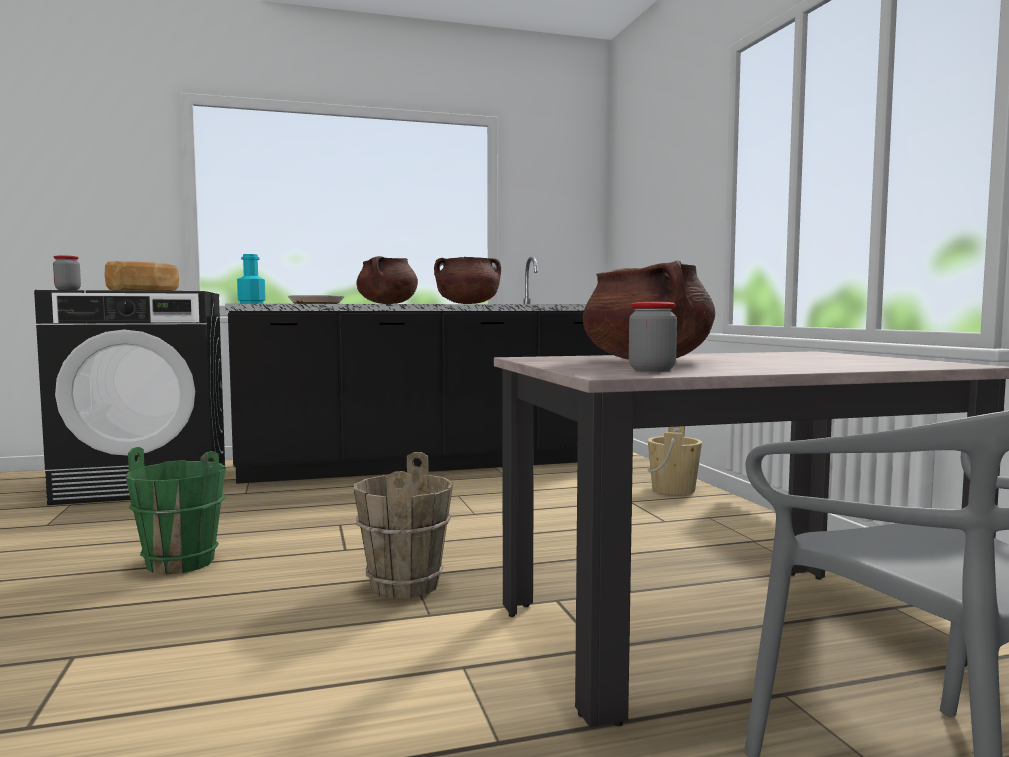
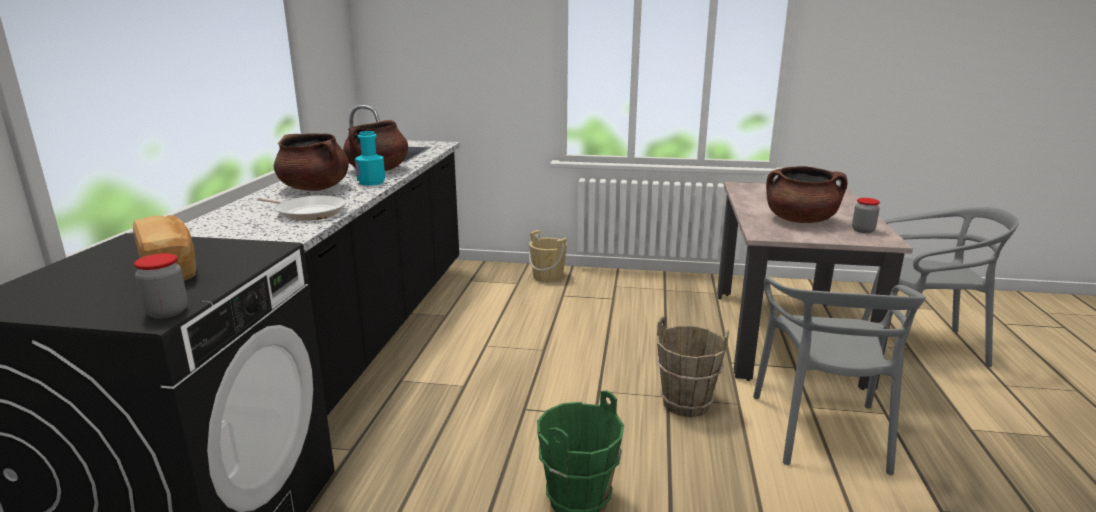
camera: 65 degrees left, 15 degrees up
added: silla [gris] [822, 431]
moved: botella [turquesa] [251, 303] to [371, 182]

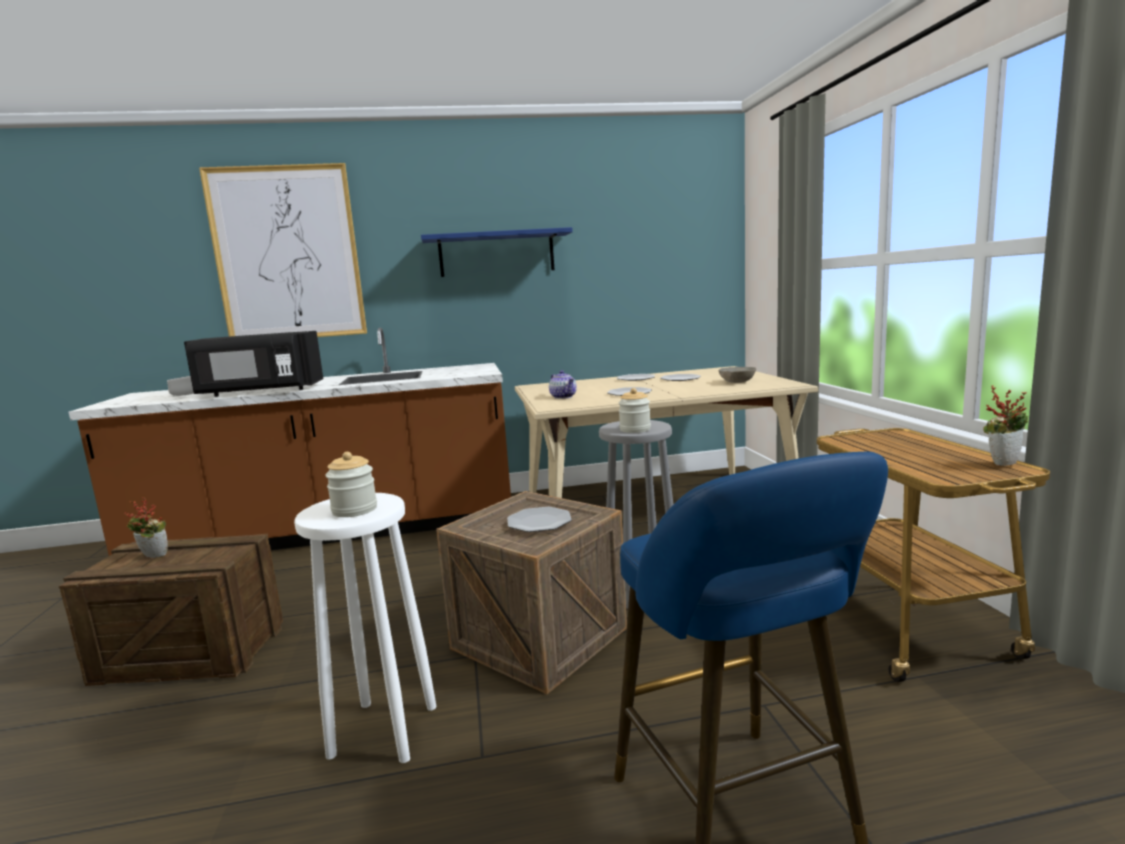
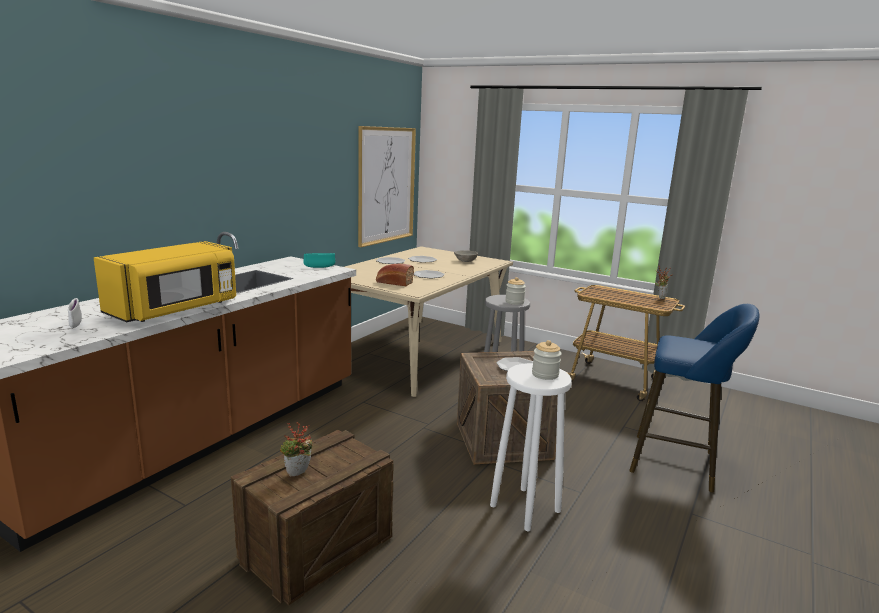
camera: 50 degrees left, 5 degrees up
removed: estante [azul] [496, 254]
added: cuenco [turquesa] [319, 267]
moved: cuadro [288, 254] to [386, 185]
replaced: tetera [563, 397] to pan [393, 282]
recoloured: microondas [negro] [260, 391] to microondas [amarillo] [175, 309]

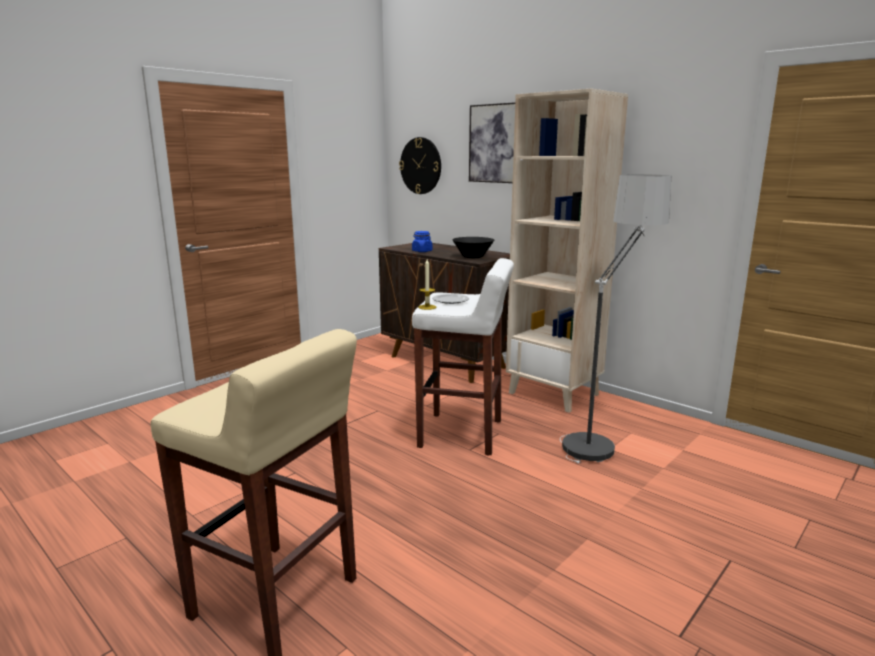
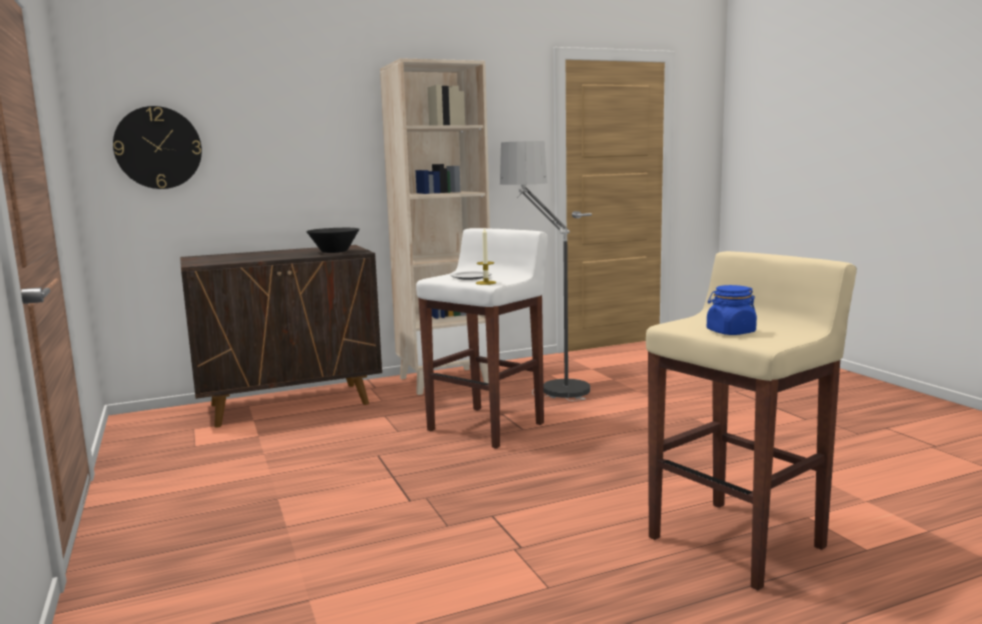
camera: 65 degrees left, 5 degrees down
removed: cuadro [495, 143]
moved: tarro [azul] [422, 251] to [730, 332]

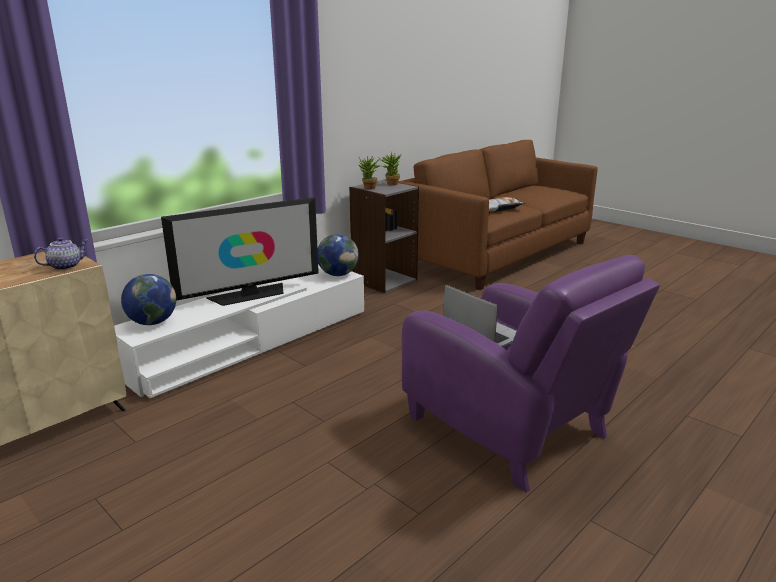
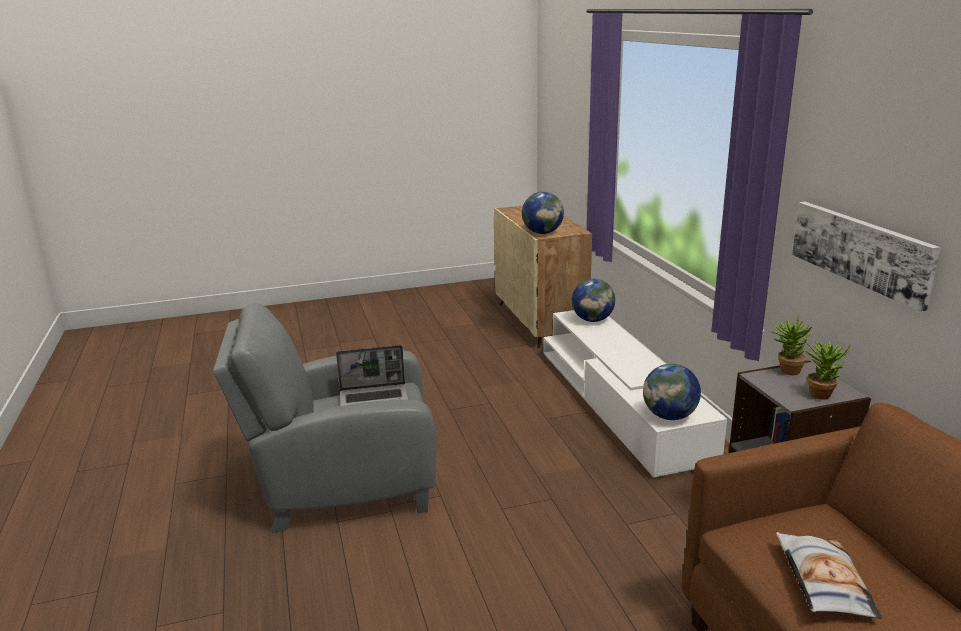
camera: 120 degrees right, 0 degrees up
removed: televisor [249, 295]
added: cuadro [861, 251]
replaced: tetera [65, 266] to globo terráqueo [542, 233]
recoloured: sillón [morado] [511, 430] to sillón [gris] [342, 485]

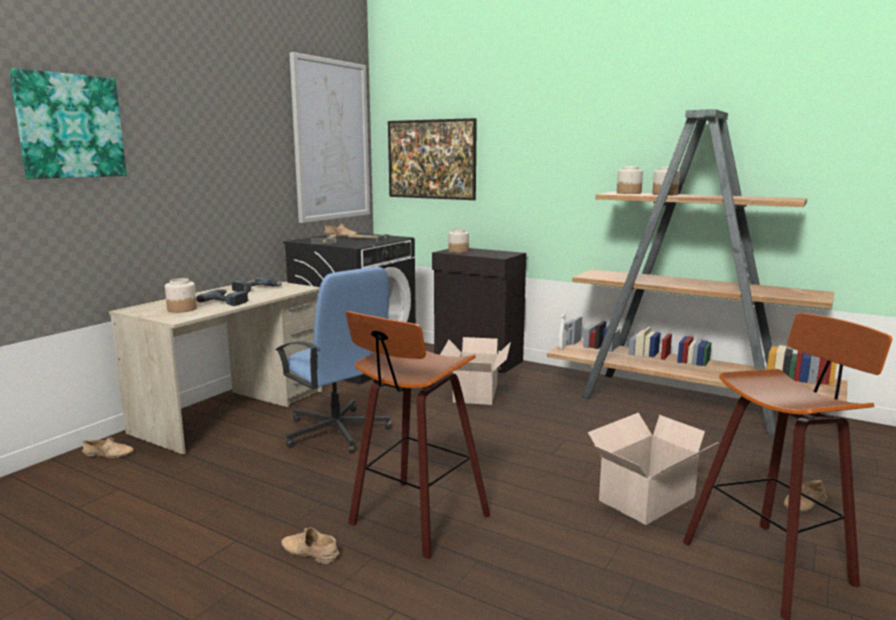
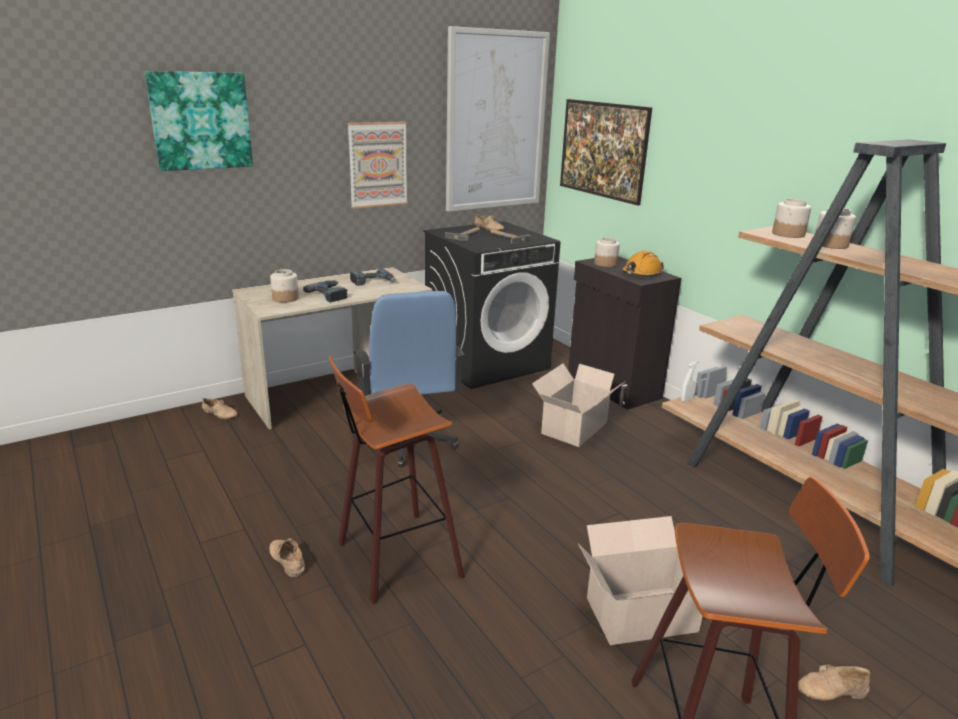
camera: 25 degrees right, 10 degrees up
added: cuadro [377, 164]; casco [naranja] [641, 274]

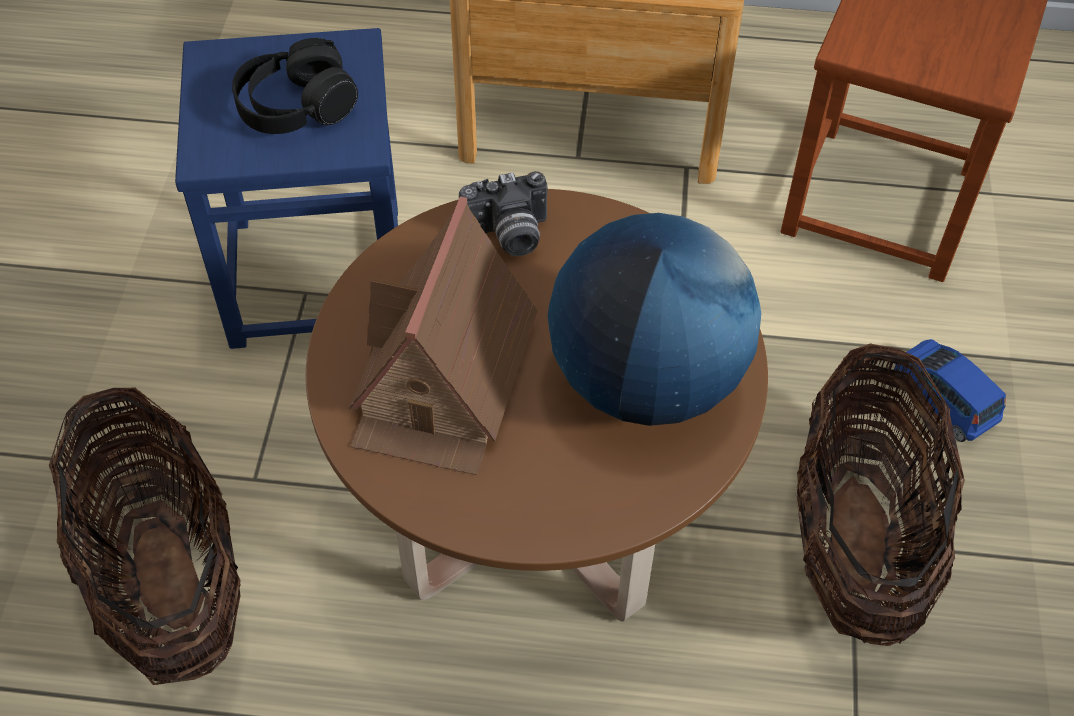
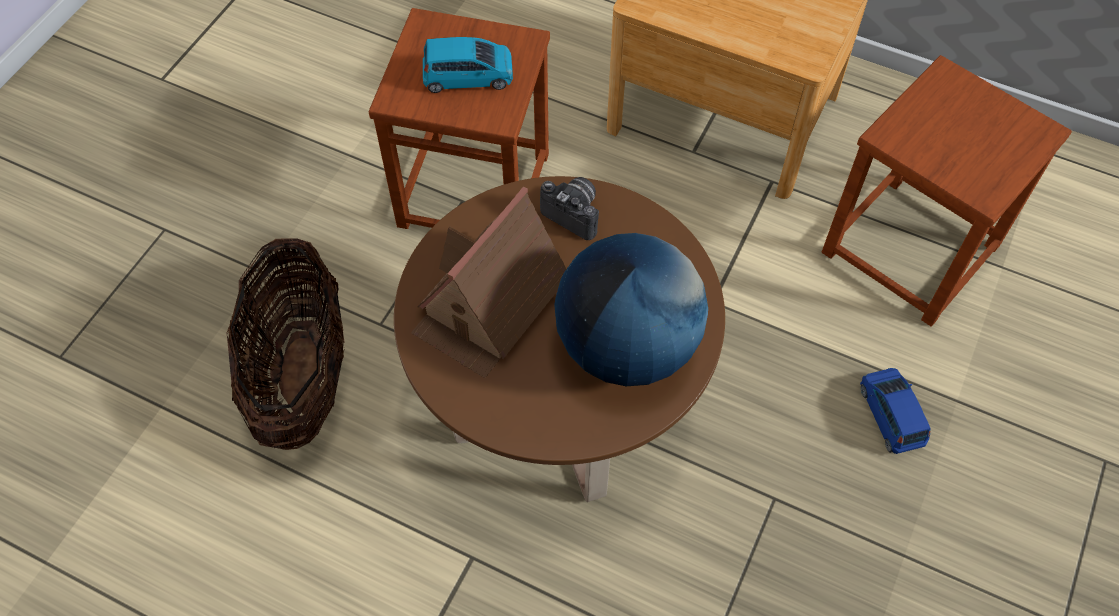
camera: 20 degrees right, 5 degrees up
removed: cesta [856, 539]
replaced: auriculares [negro] [296, 106] to coche de juguete [azul] [468, 77]
recoloured: taburete [azul] [317, 273] to taburete [marrón] [475, 189]
turned: cámara [508, 236] = [575, 213] 150 degrees counterclockwise

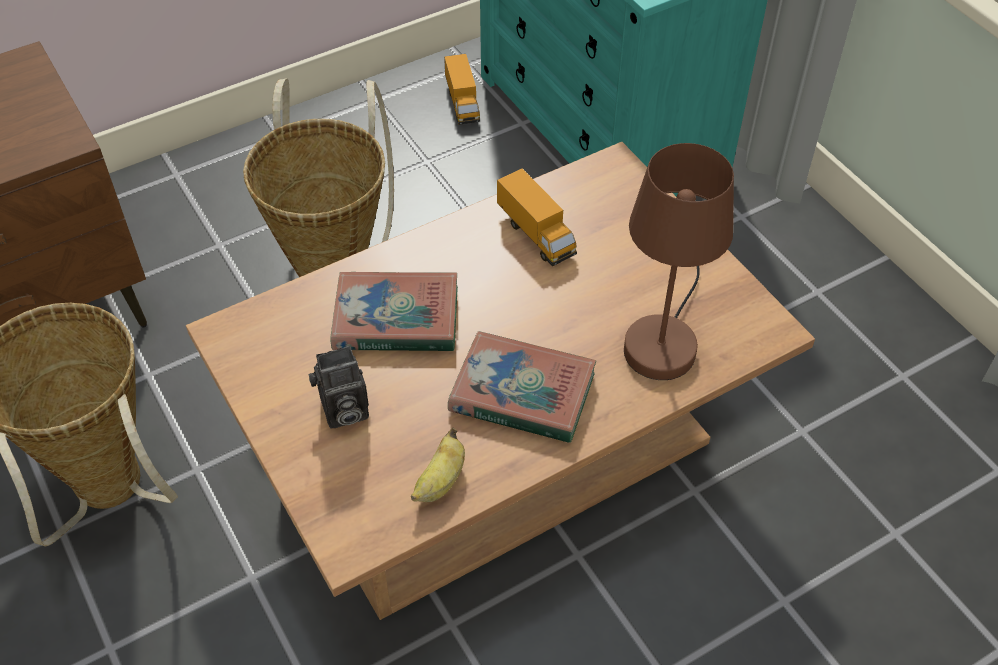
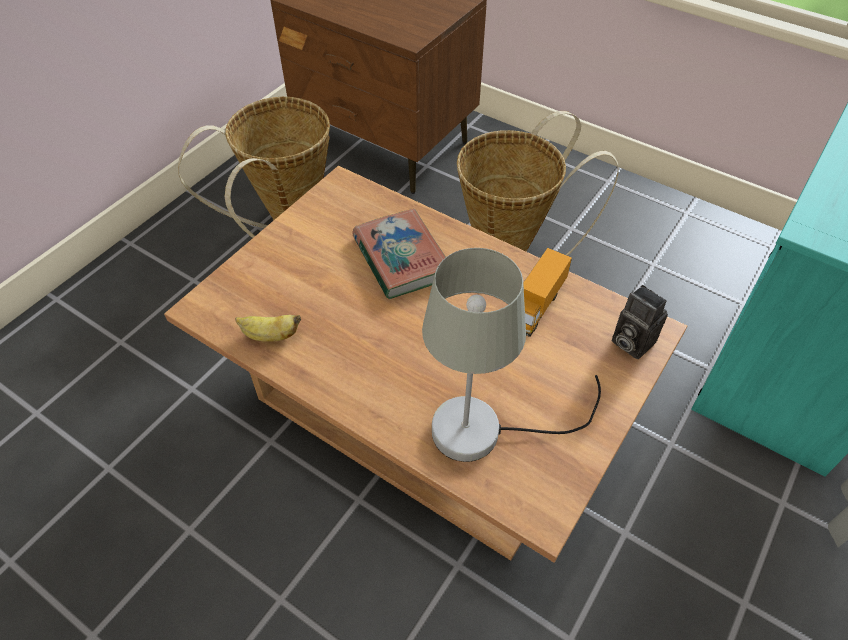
camera: 65 degrees right, 0 degrees up
removed: camión de juguete [462, 103]; libro [522, 393]
moved: cámara [343, 412] to [629, 342]
recoloured: lámpara de mesa [marrón] [664, 333] to lámpara de mesa [gris] [486, 428]

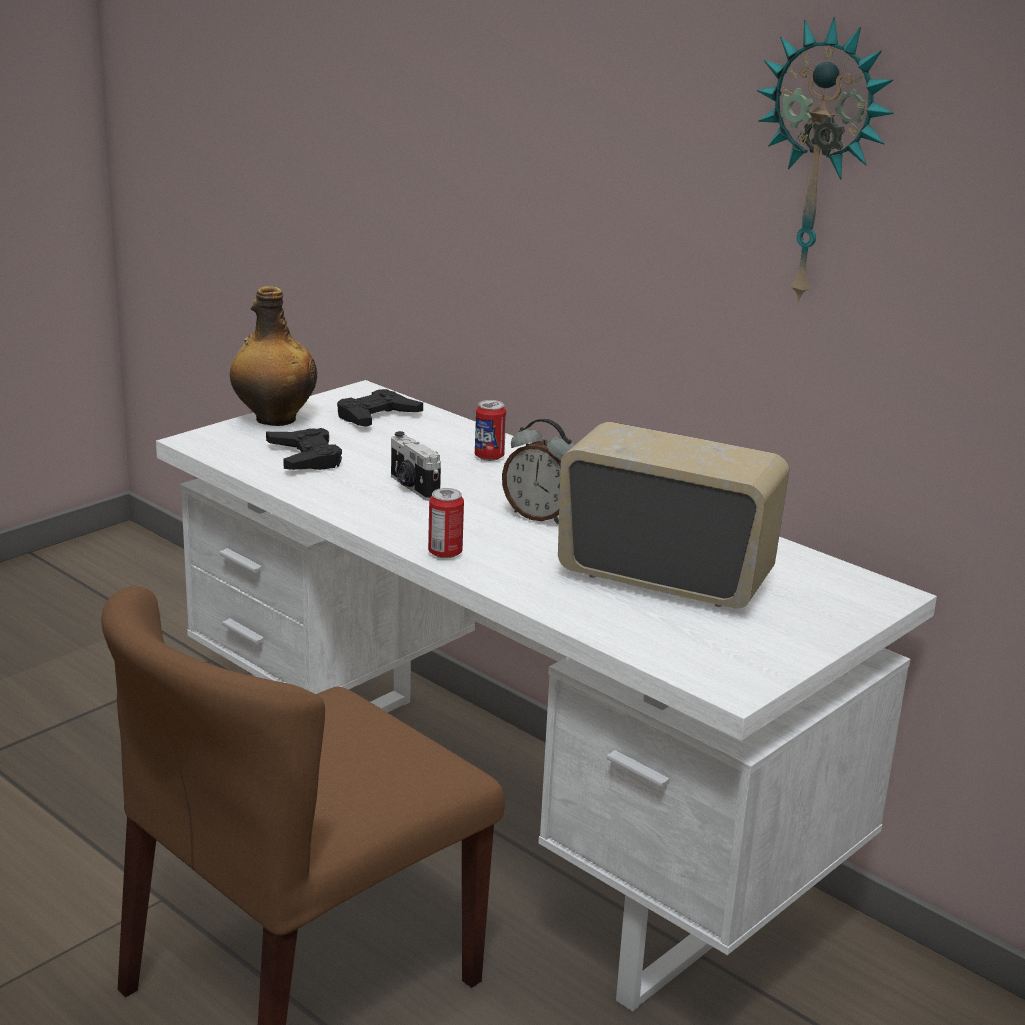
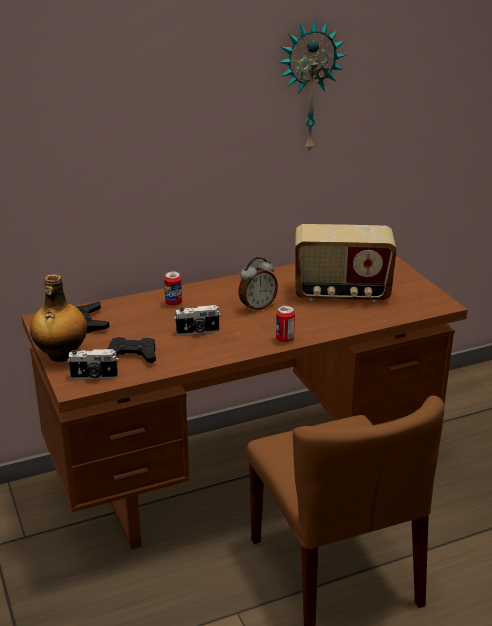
camera: 65 degrees left, 5 degrees up
added: cámara [94, 376]
recoloured: escritorio [blanco] [503, 831] to escritorio [marrón] [247, 473]
turned: radio [665, 579] = [341, 294] 135 degrees counterclockwise

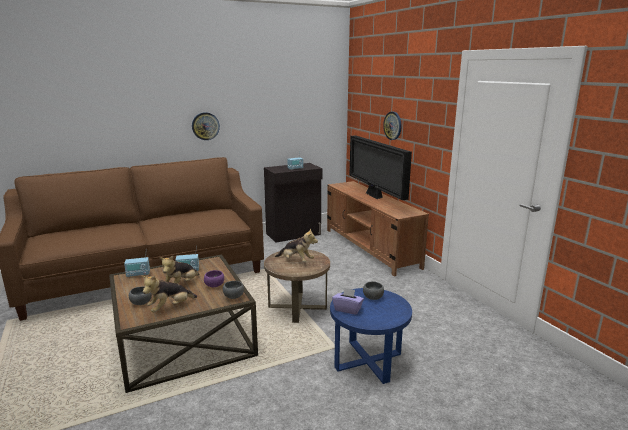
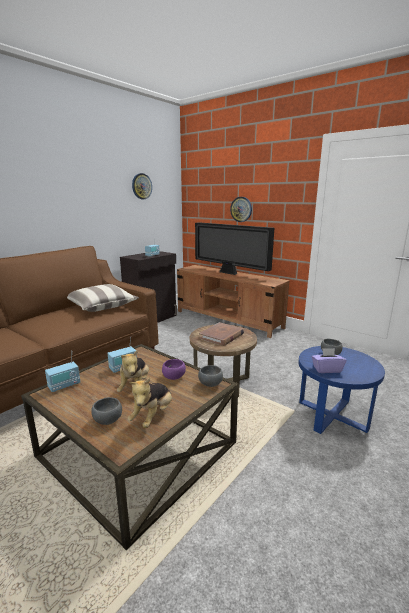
camera: 25 degrees left, 0 degrees up
added: cojín [101, 306]
moved: reloj de pared [205, 126] to [141, 186]
replaced: peluche [296, 261] to libro [marrón] [222, 336]

